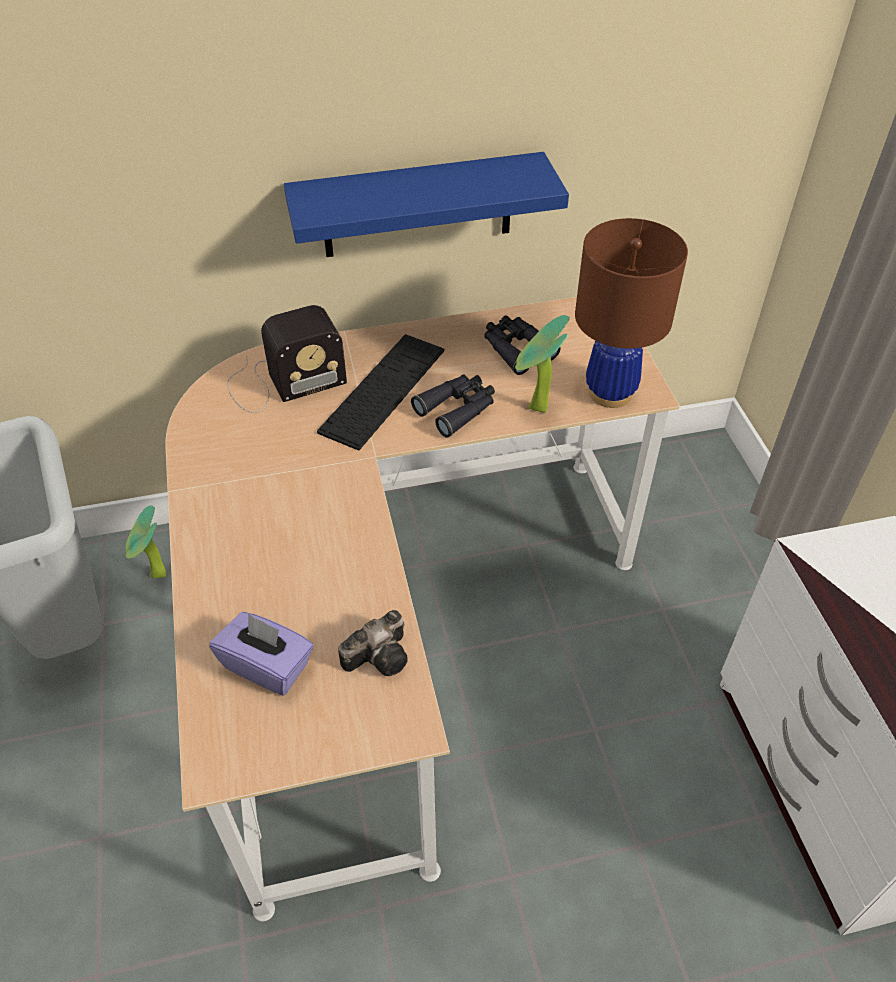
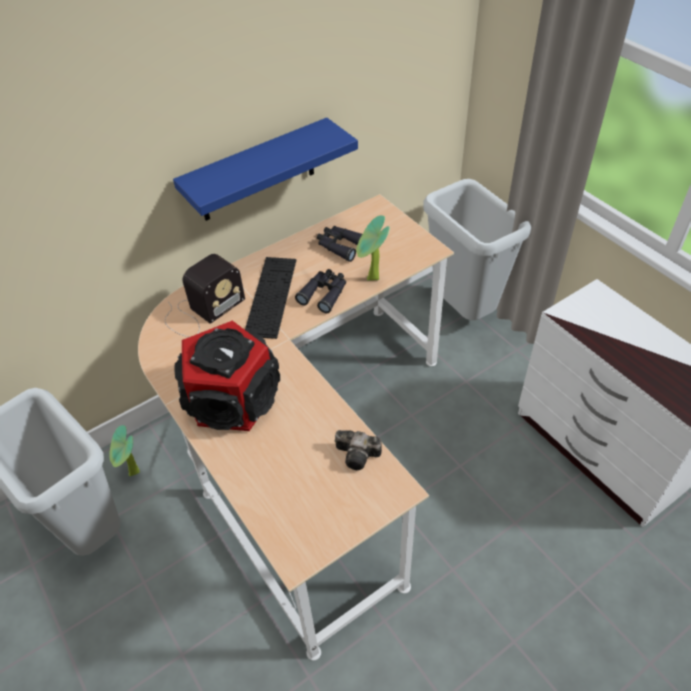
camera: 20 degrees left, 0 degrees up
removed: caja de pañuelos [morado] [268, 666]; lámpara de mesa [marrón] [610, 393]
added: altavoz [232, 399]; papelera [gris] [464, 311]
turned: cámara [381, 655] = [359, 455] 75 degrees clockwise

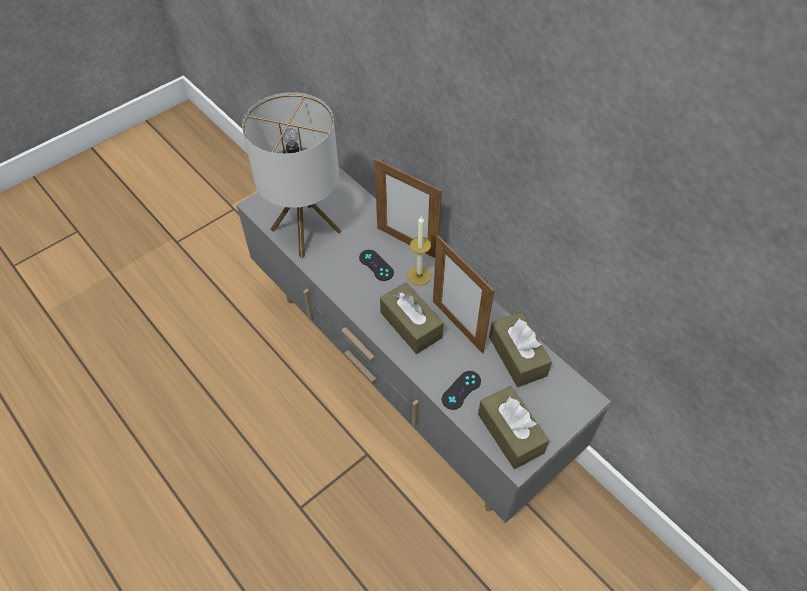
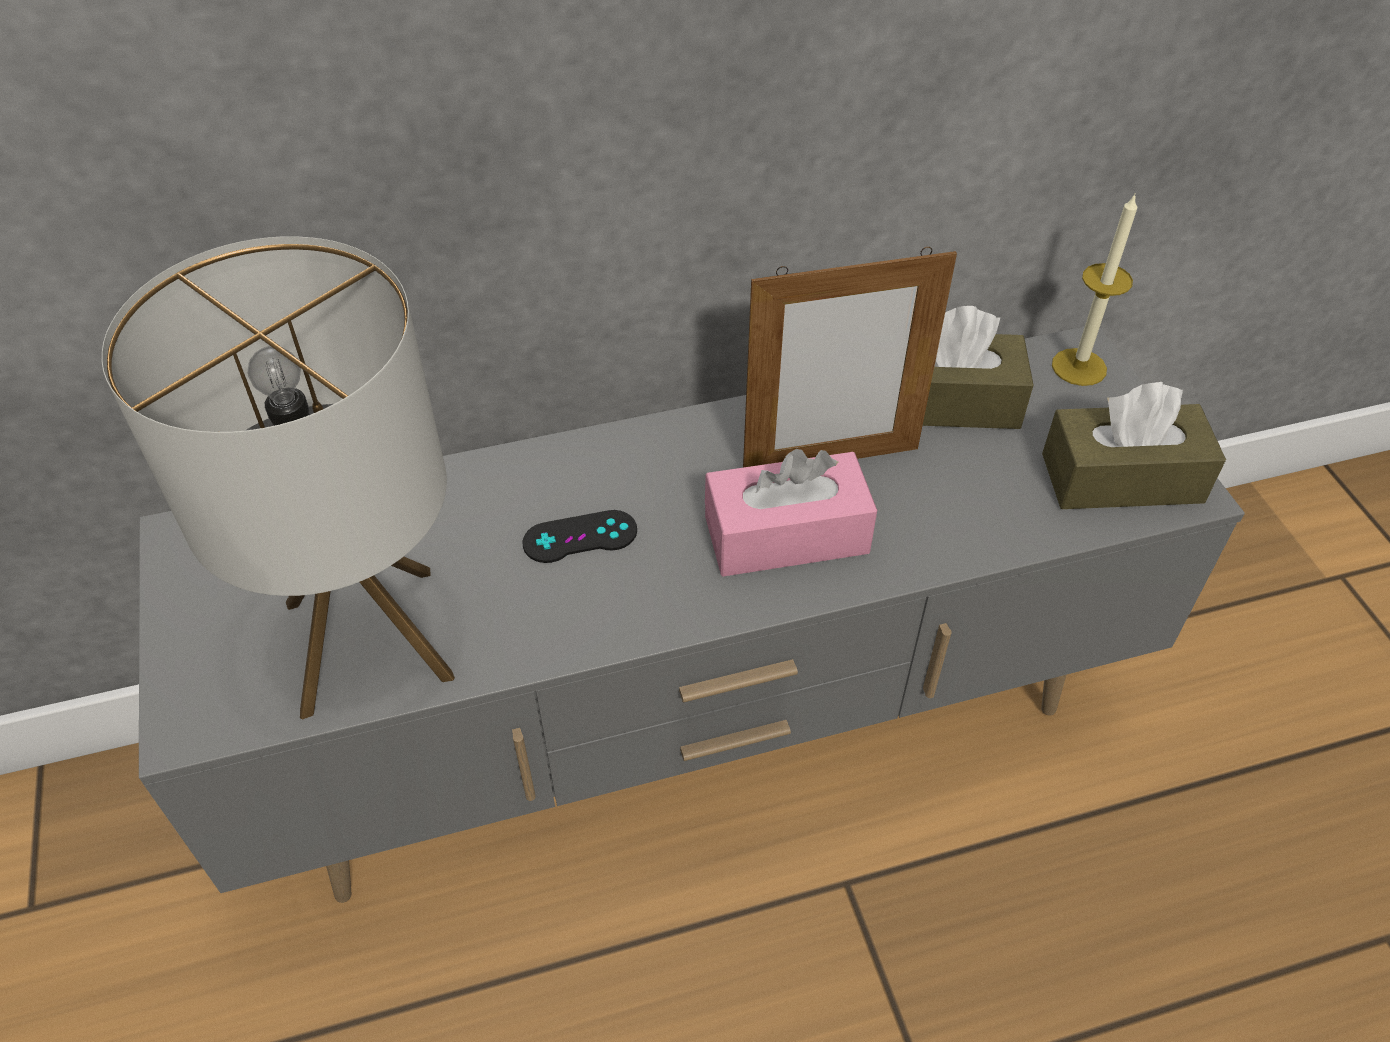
camera: 65 degrees left, 5 degrees down
removed: portarretratos [407, 243]; mando de consola [negro] [461, 390]
moved: vela [419, 275] to [1079, 367]
recoloured: caja de pañuelos [marrón] [411, 325] to caja de pañuelos [rosa] [786, 535]

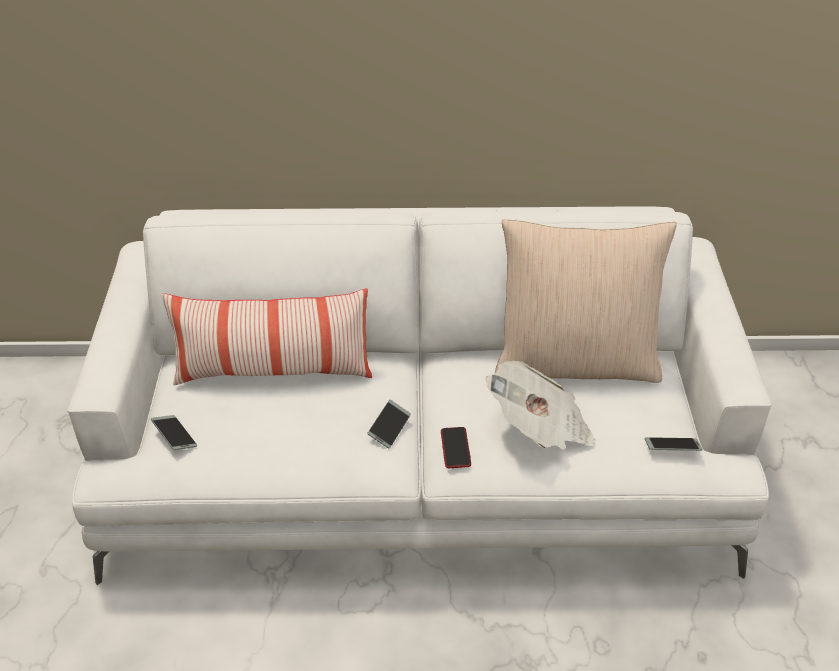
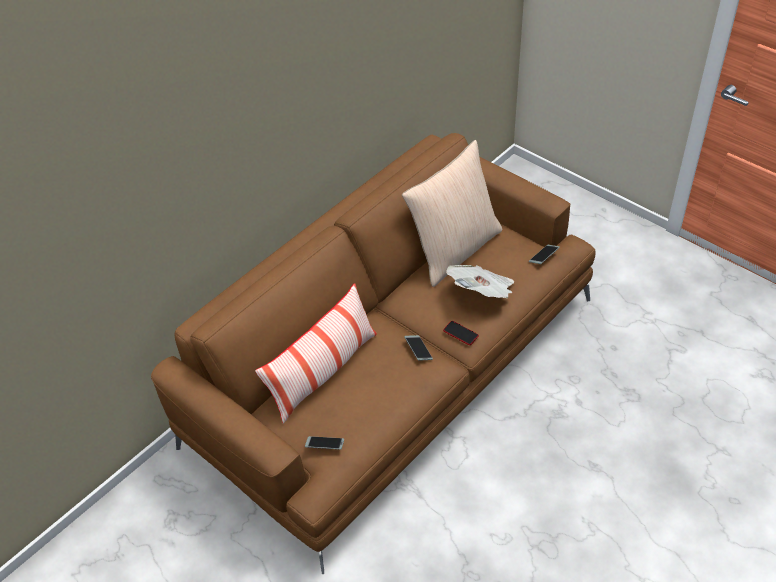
camera: 45 degrees left, 5 degrees up
recoloured: sofá [blanco] [420, 459] to sofá [marrón] [393, 369]

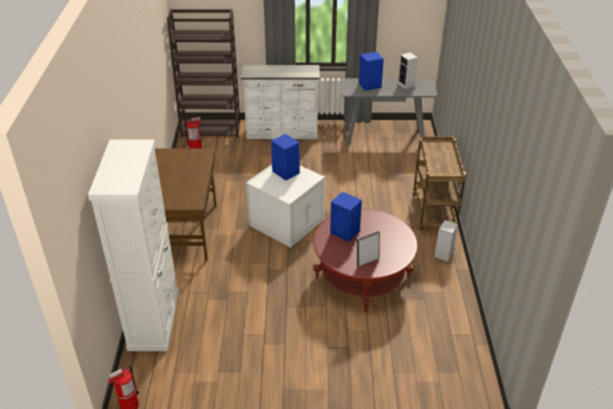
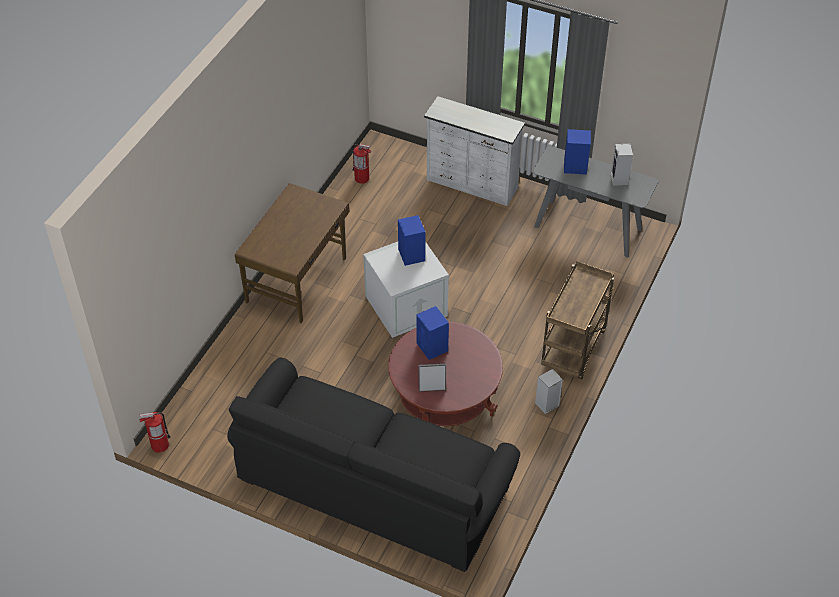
camera: 25 degrees right, 10 degrees up
removed: armario [blanco] [154, 320]; estantería [marrón] [211, 129]
added: sofá [negro] [373, 484]

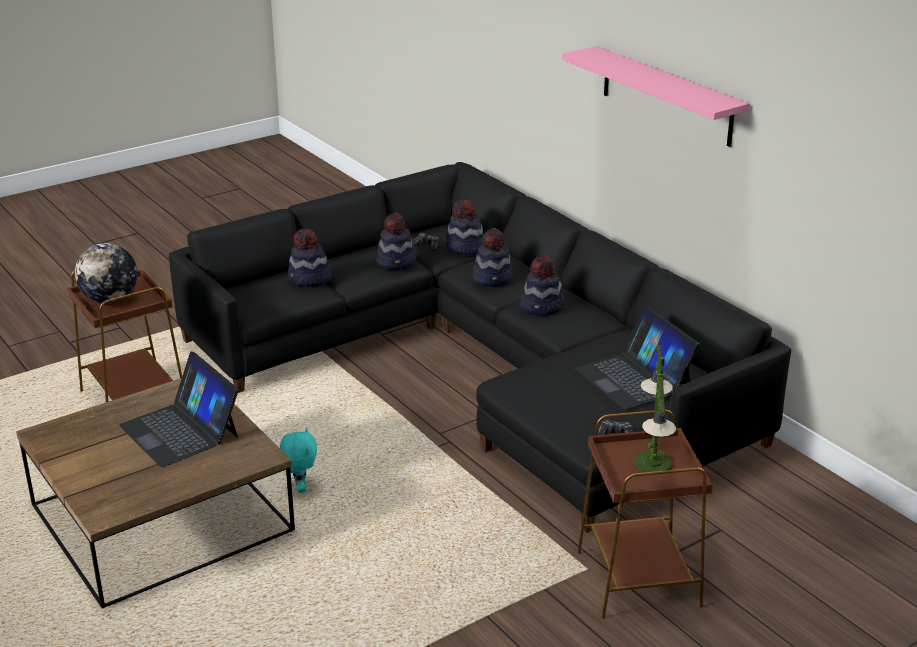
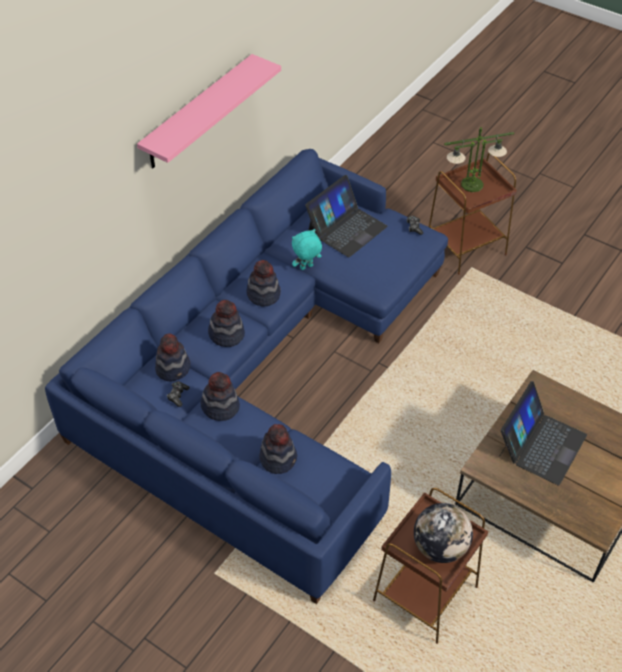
camera: 110 degrees left, 20 degrees up
moved: peluche [turquesa] [300, 488] to [306, 267]
recoloured: sofá [negro] [483, 364] to sofá [azul] [264, 372]

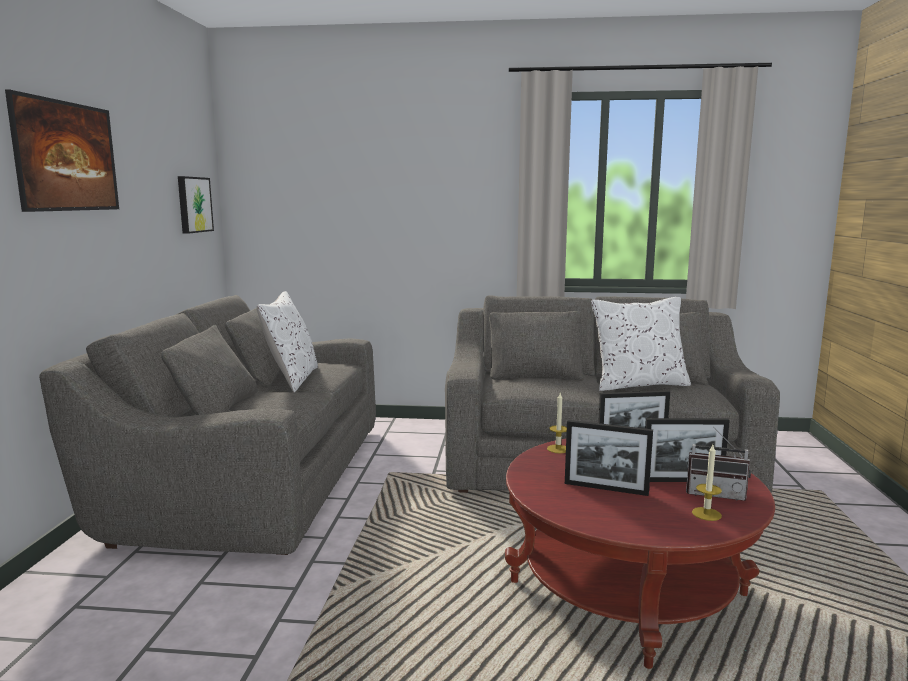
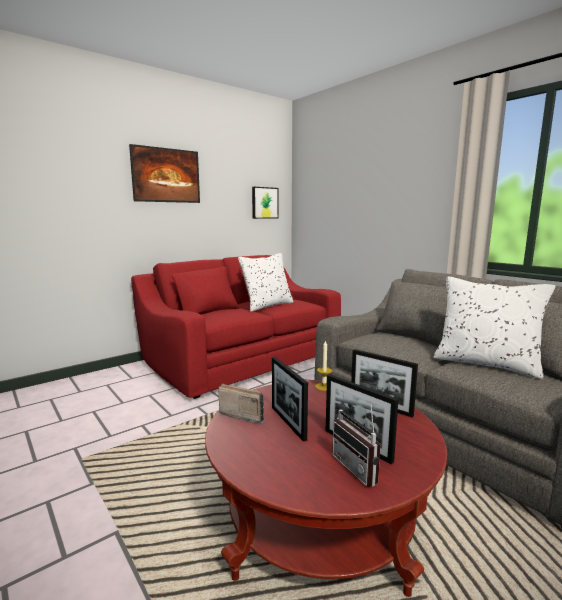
camera: 45 degrees right, 0 degrees up
removed: vela [706, 514]
added: radio [243, 414]
recoloured: sofá [gris] [251, 478] to sofá [rojo] [242, 358]

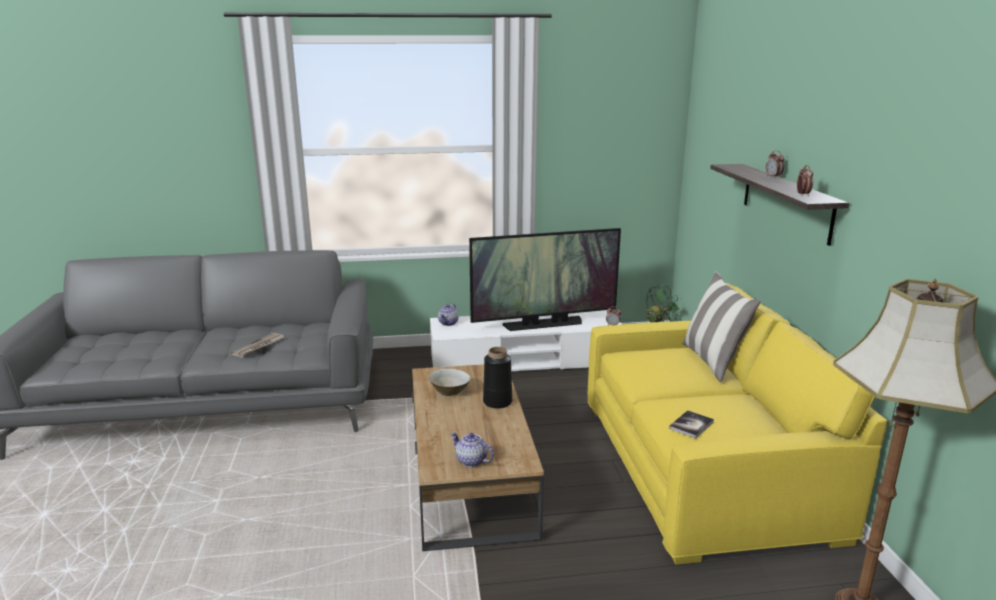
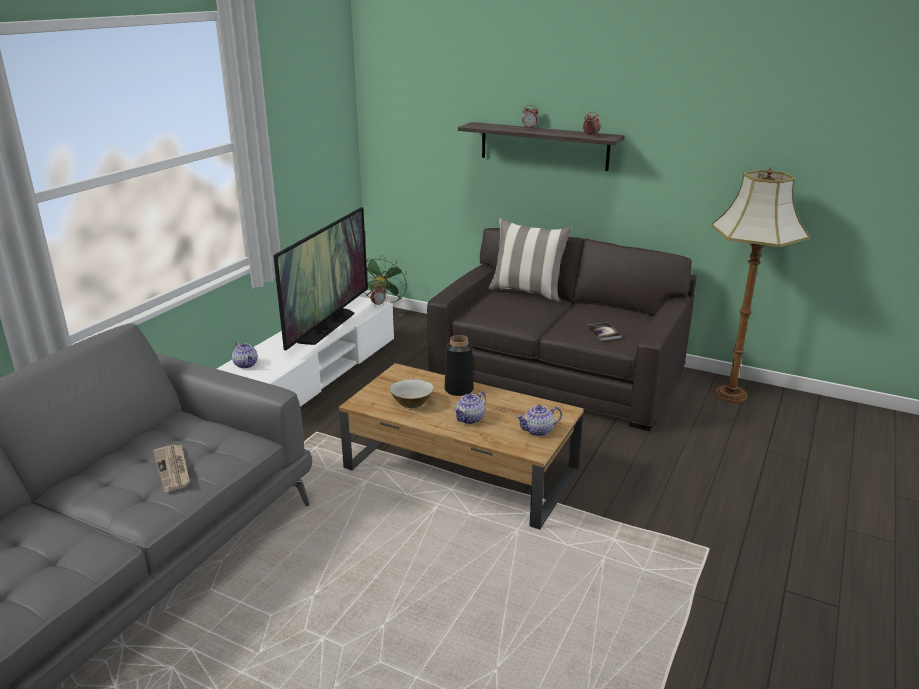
camera: 55 degrees left, 5 degrees up
added: tetera [470, 419]
recoloured: sofá [amarillo] [703, 465] to sofá [gris] [558, 373]

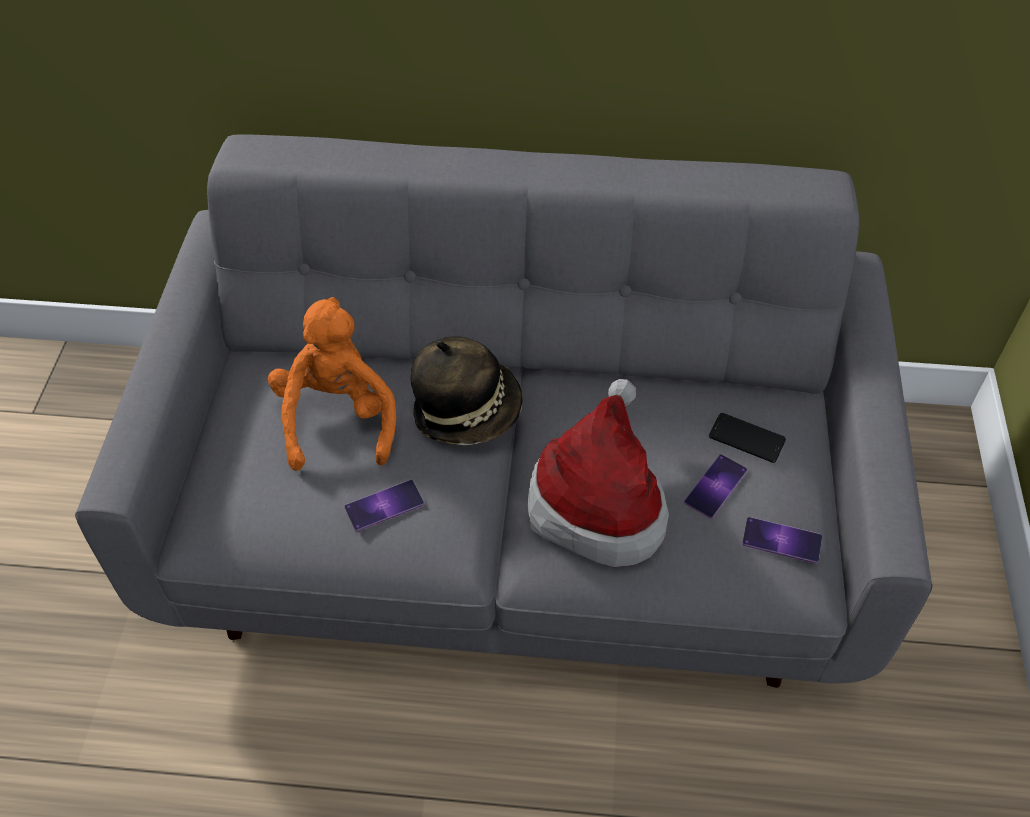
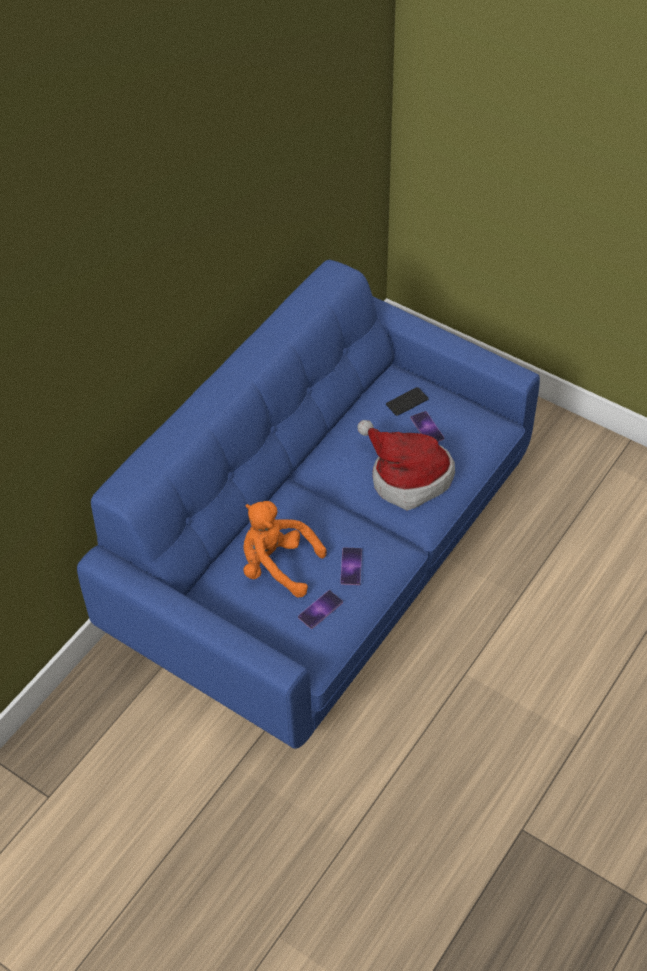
camera: 60 degrees left, 0 degrees up
removed: sombrero [467, 410]
moved: móvil [781, 540] to [320, 609]
recoloured: sofá [gris] [517, 521] to sofá [azul] [324, 559]

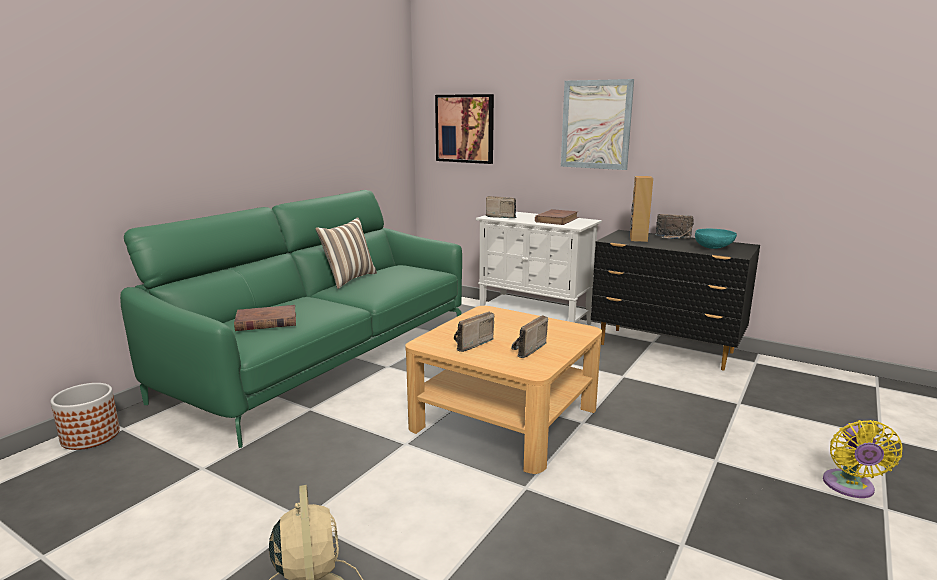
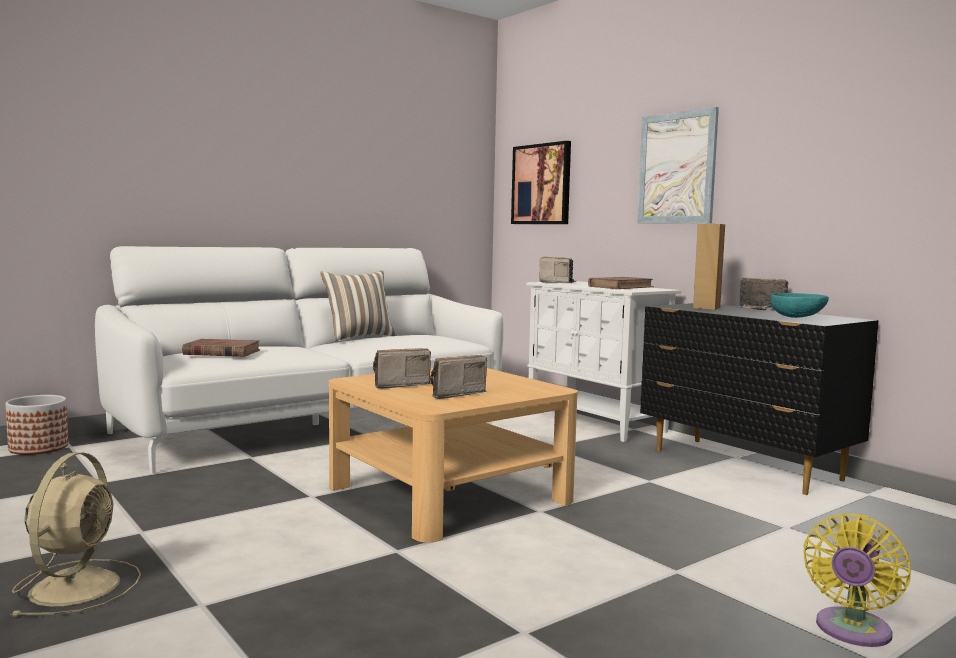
camera: 20 degrees right, 10 degrees down
recoloured: sofá [verde] [326, 359] to sofá [blanco] [316, 424]

